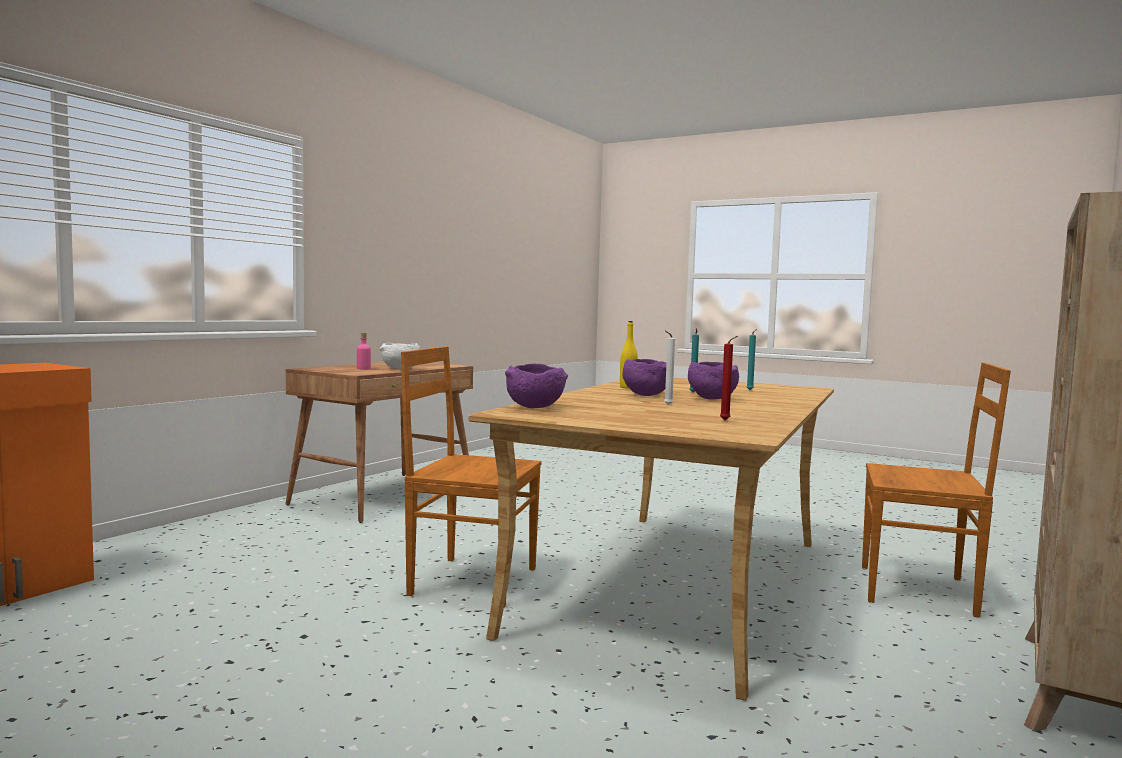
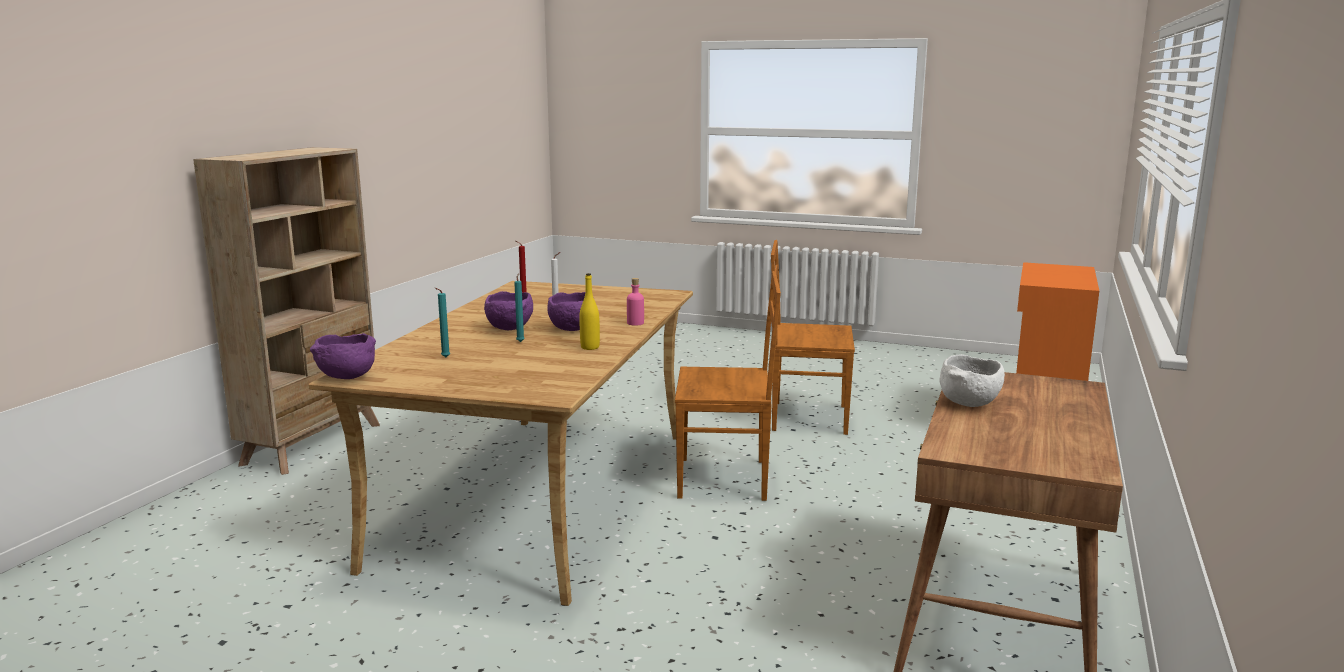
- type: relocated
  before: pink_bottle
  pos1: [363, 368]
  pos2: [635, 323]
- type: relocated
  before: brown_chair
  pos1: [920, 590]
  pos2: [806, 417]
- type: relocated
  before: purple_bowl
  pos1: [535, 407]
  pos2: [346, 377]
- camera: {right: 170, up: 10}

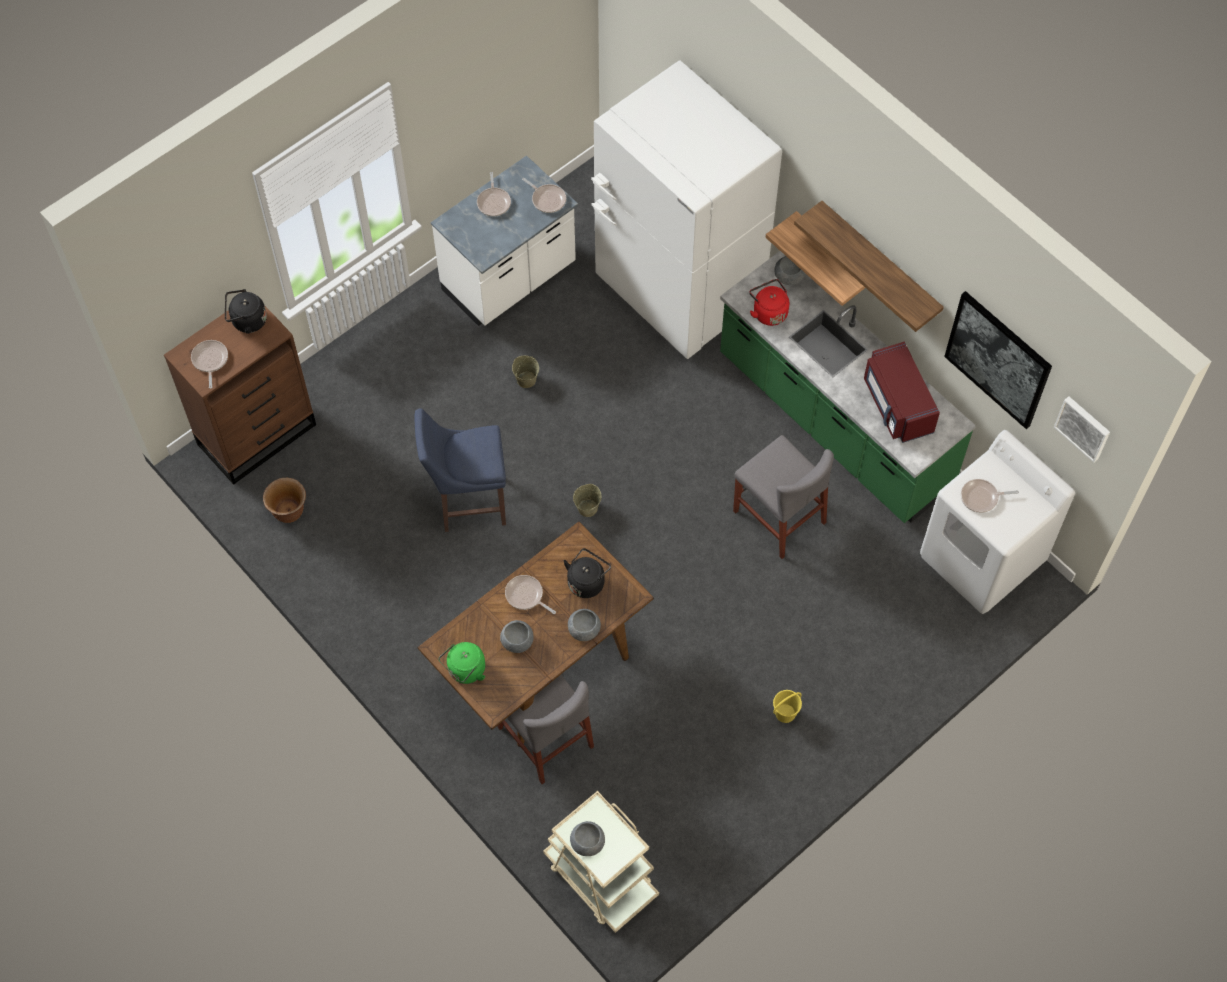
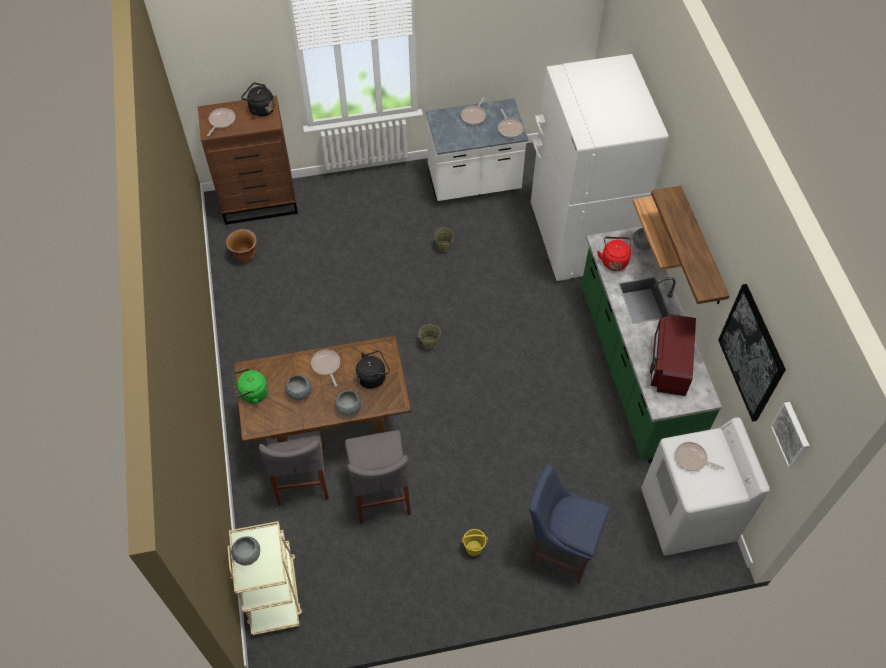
- type: relocated
  before: blue_stool
  pos1: [468, 503]
  pos2: [558, 549]
- type: relocated
  before: grey_chair
  pos1: [779, 516]
  pos2: [380, 492]
- camera: {right: 30, up: -5}

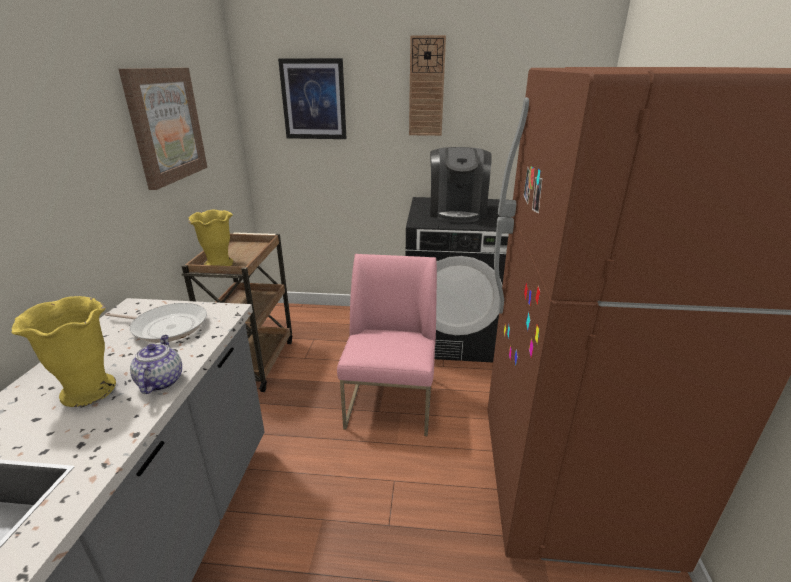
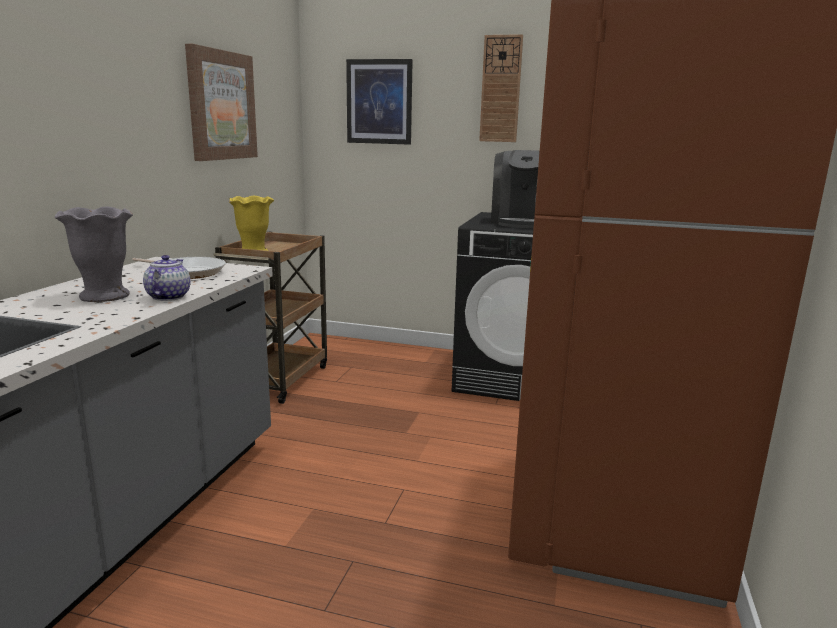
- type: missing
  before: pink_chair
  pos1: [391, 402]
- type: colour
  before: yellow_vase
  after: grey_vase
  pos1: [89, 390]
  pos2: [105, 296]
- camera: {right: 10, up: -10}

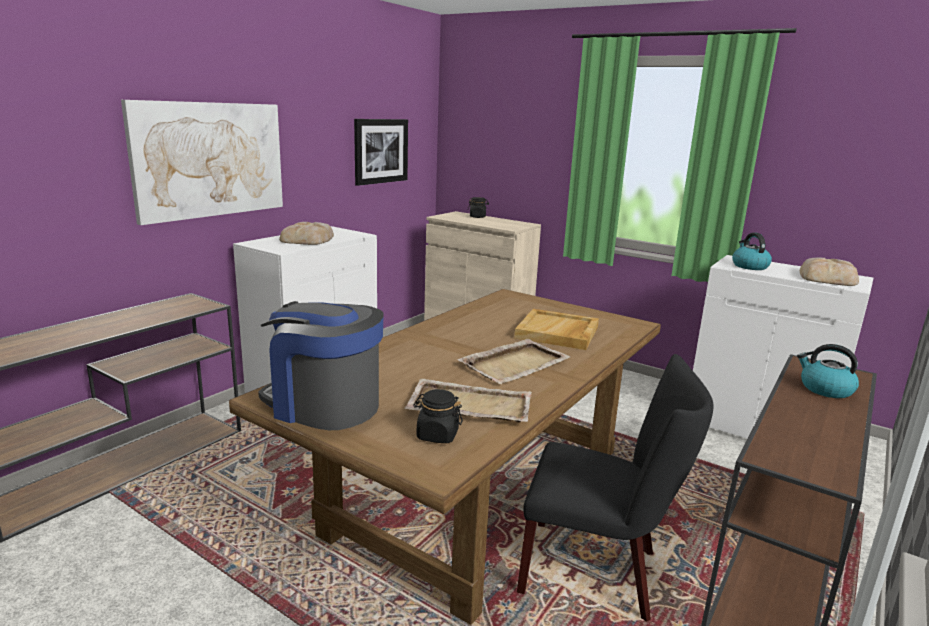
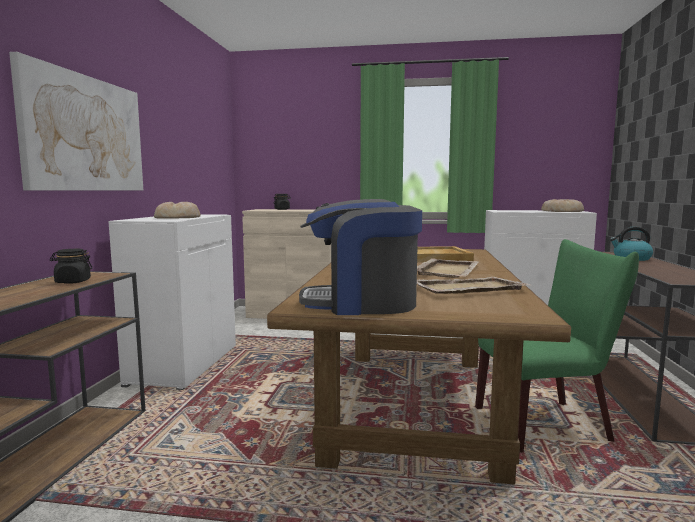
- type: missing
  before: picture
  pos1: [380, 151]
- type: missing
  before: kettle
  pos1: [749, 266]
- type: colour
  before: black_chair
  after: green_chair
  pos1: [598, 572]
  pos2: [549, 424]
- type: relocated
  before: black_jar
  pos1: [437, 435]
  pos2: [73, 282]
- camera: {right: -25, up: -10}

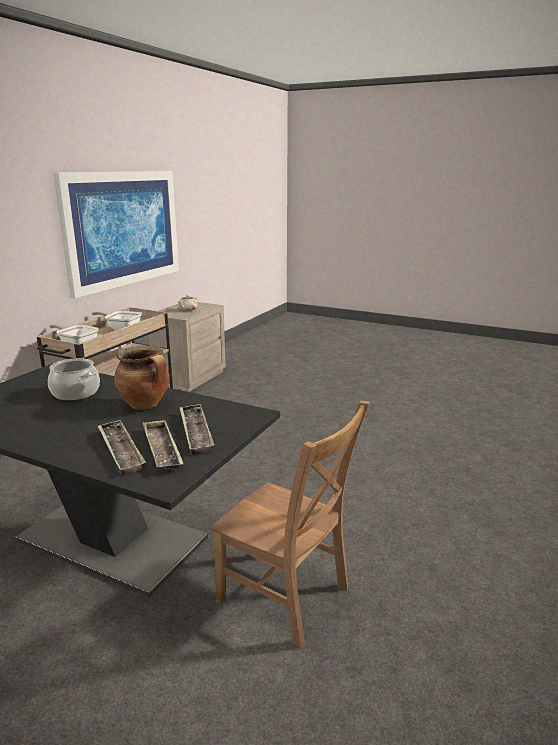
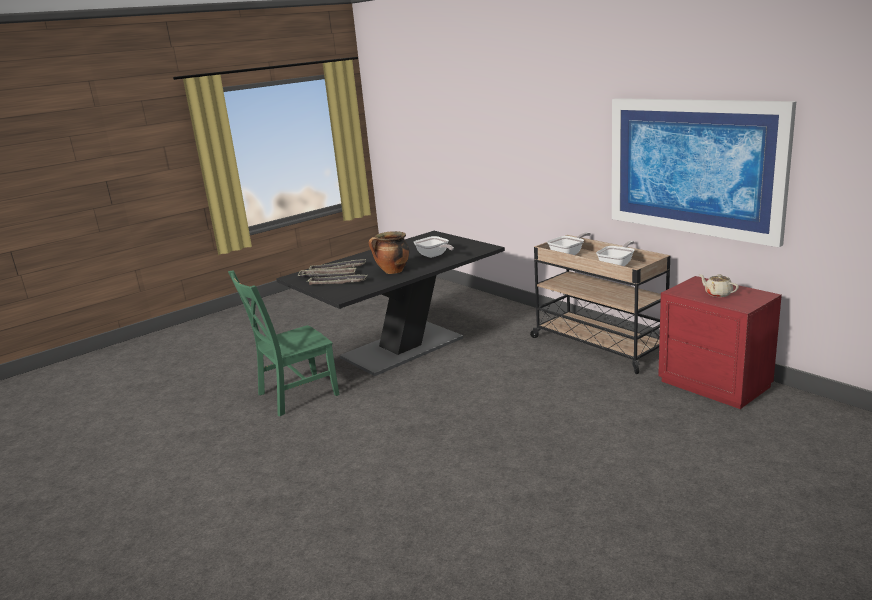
- type: colour
  before: beige_nightstand
  after: red_nightstand
  pos1: [189, 377]
  pos2: [715, 384]
- type: exchanged
  before: cooking_pot
  after: frying_pan
  pos1: [76, 392]
  pos2: [434, 256]
- type: colour
  before: brown_chair
  after: green_chair
  pos1: [287, 597]
  pos2: [294, 395]
- camera: {right: 115, up: 0}

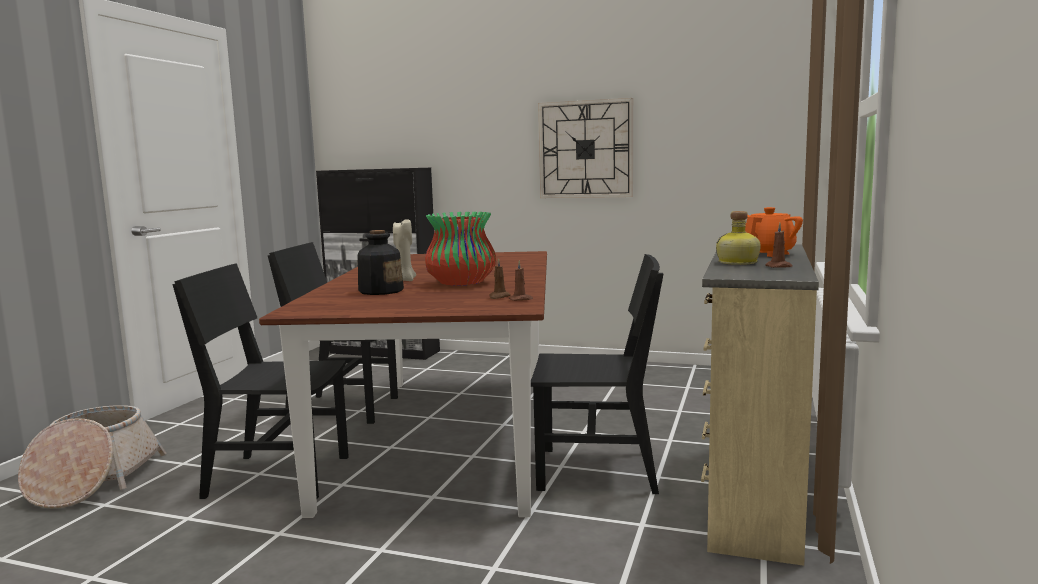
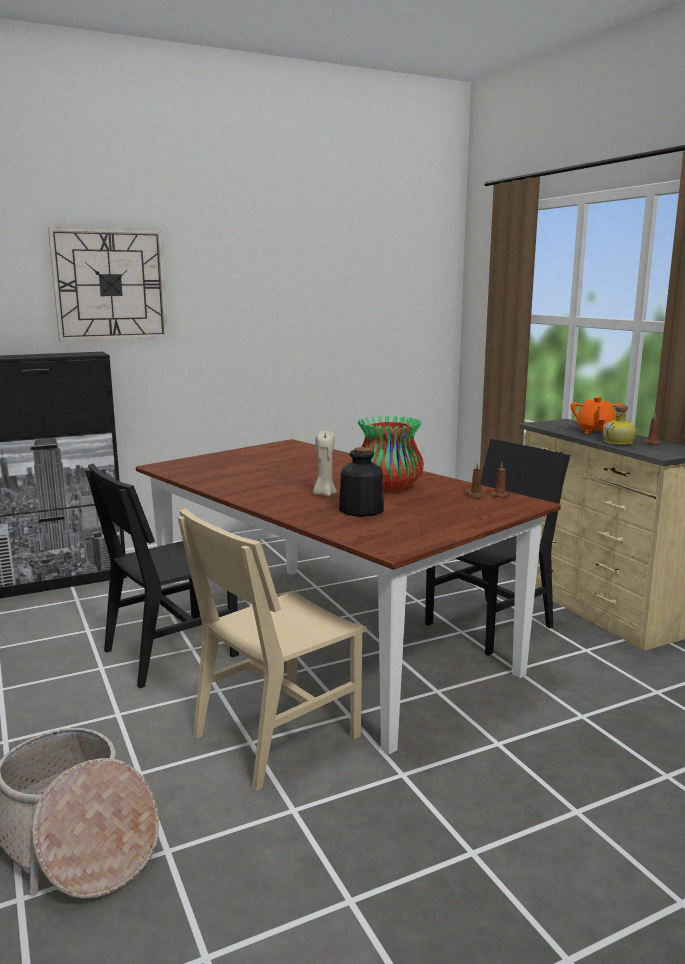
- type: relocated
  before: wall_clock
  pos1: [585, 149]
  pos2: [110, 285]
- type: colour
  before: black_chair
  after: beige_chair
  pos1: [278, 476]
  pos2: [276, 735]
- camera: {right: -45, up: 5}

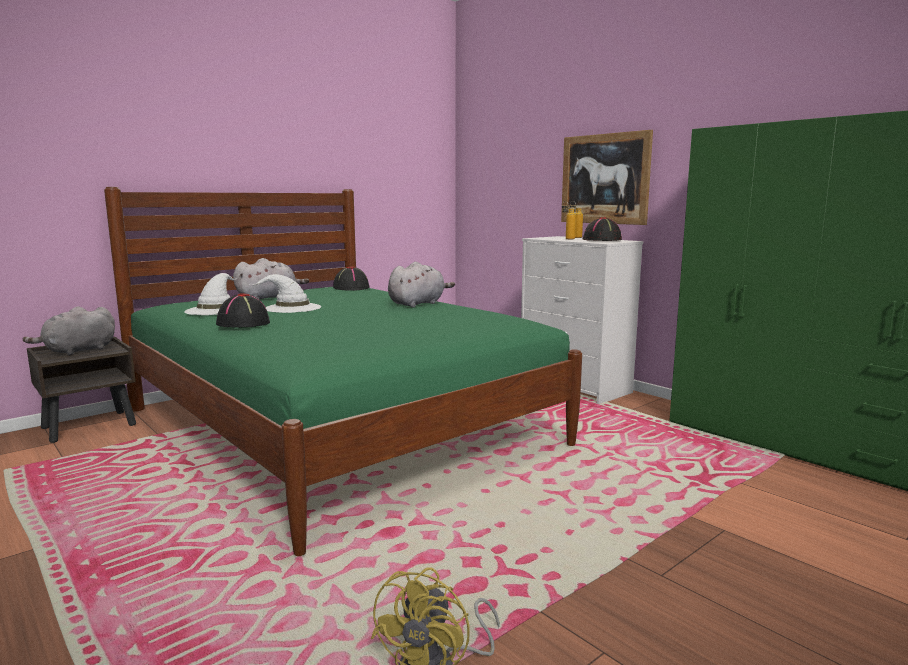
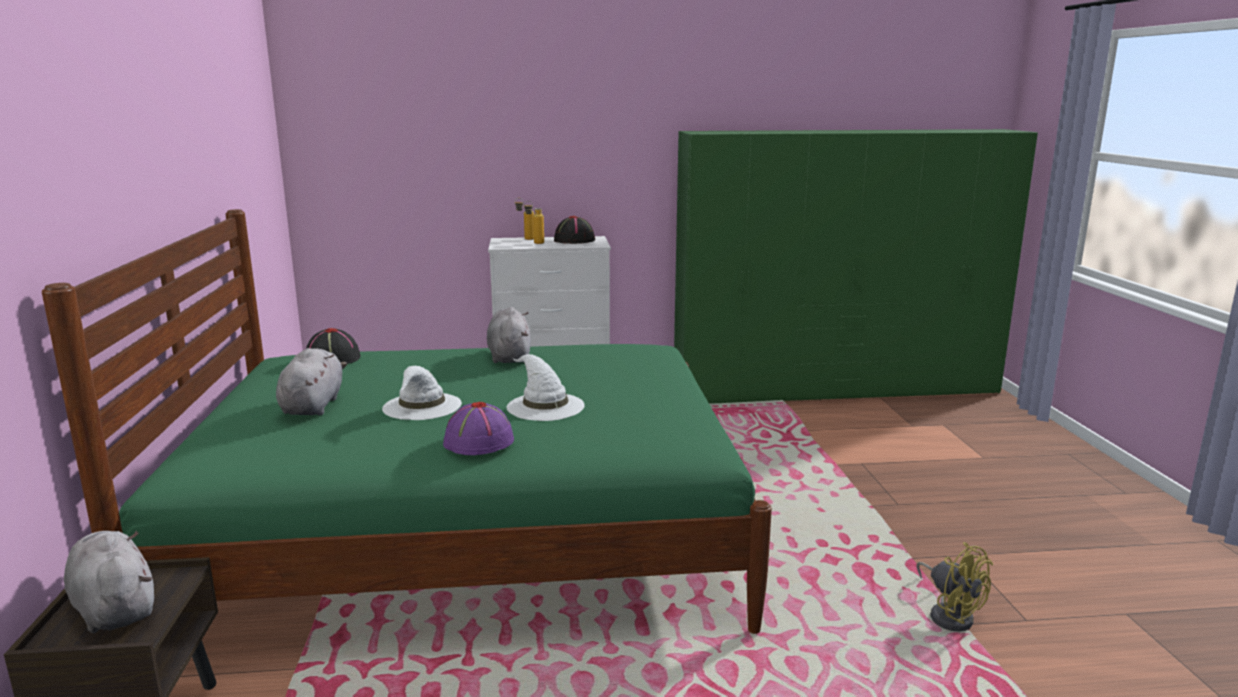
- type: missing
  before: picture
  pos1: [604, 179]
- type: relocated
  before: white_hat
  pos1: [215, 310]
  pos2: [544, 406]
- type: colour
  before: black_hat
  after: purple_hat
  pos1: [243, 323]
  pos2: [478, 442]
- type: spun
  before: grey_plush_toy
  pos1: [77, 351]
  pos2: [114, 608]
  turn: 150
- camera: {right: -55, up: 5}

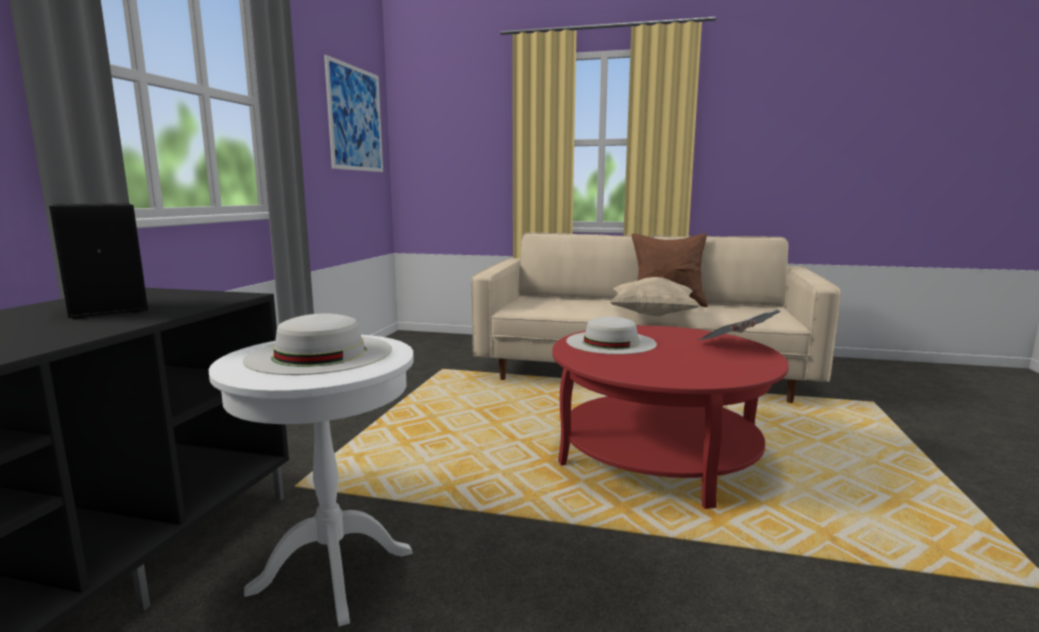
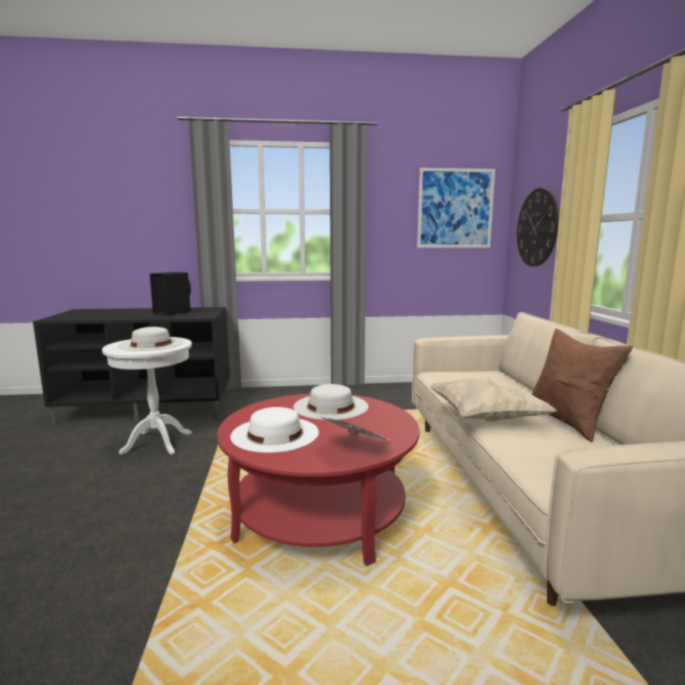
- type: appeared
  after: wall_clock
  pos2: [537, 228]
- type: appeared
  after: white_hat
  pos2: [275, 434]
- camera: {right: 70, up: 0}

